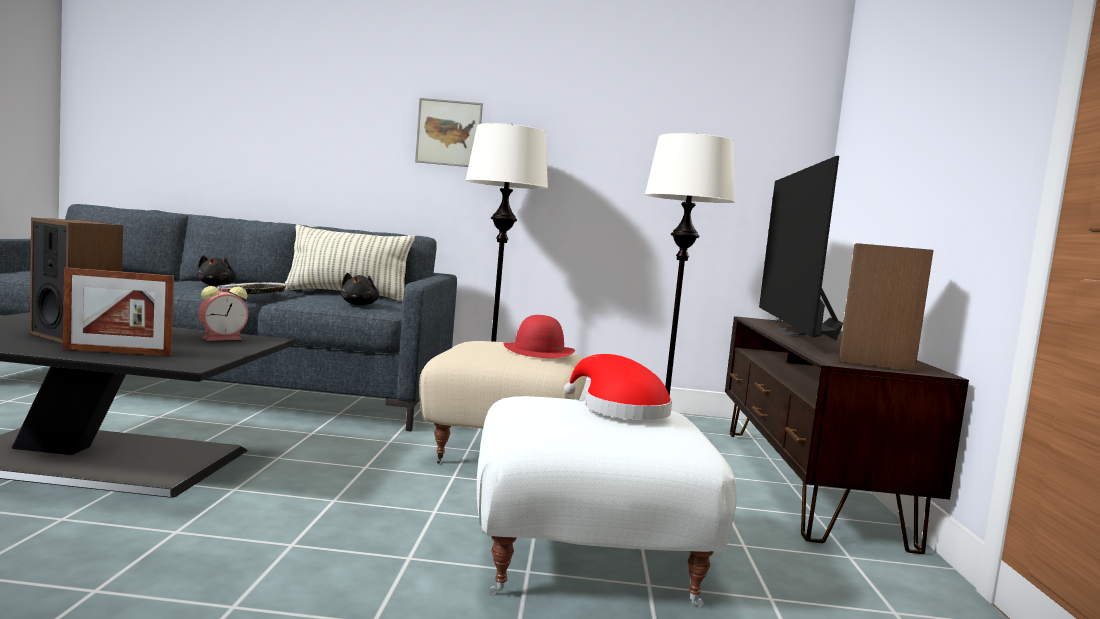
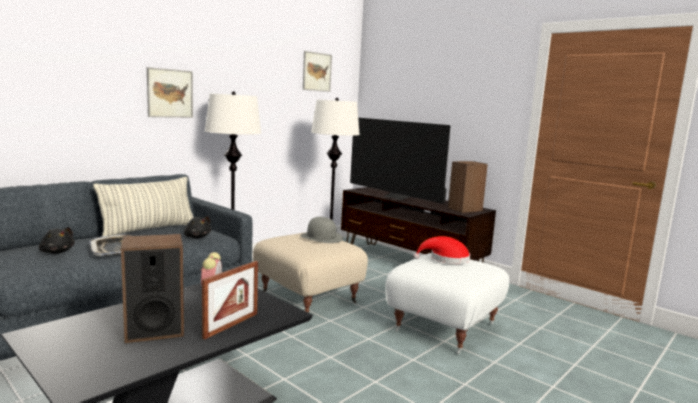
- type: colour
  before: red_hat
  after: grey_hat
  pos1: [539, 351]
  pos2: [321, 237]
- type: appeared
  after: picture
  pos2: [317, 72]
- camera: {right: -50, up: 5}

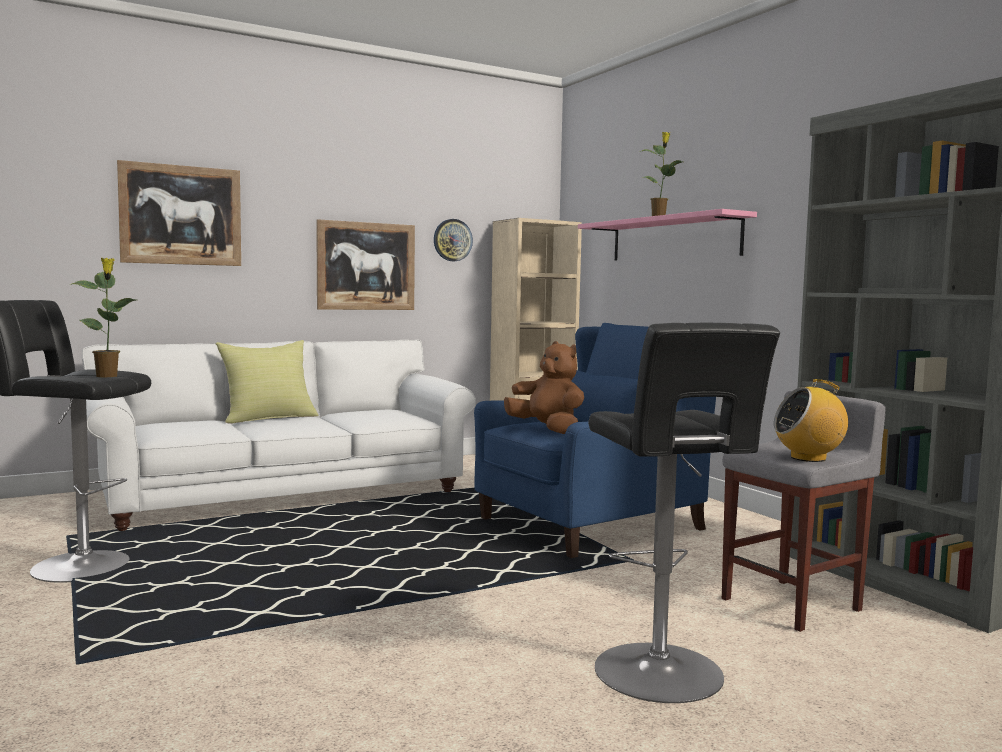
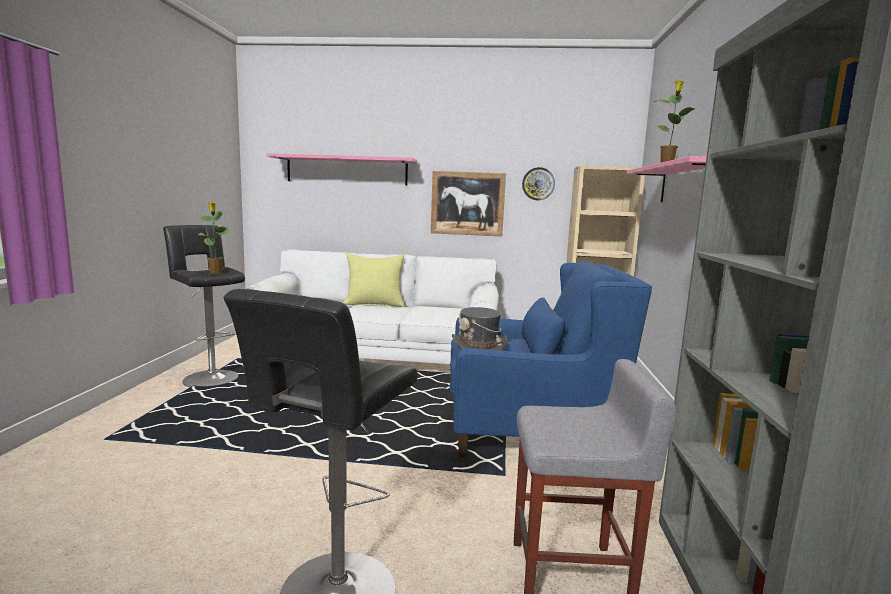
- type: exchanged
  before: picture
  after: pink_shelf
  pos1: [181, 215]
  pos2: [347, 170]
- type: exchanged
  before: brown_plush_toy
  after: grey_hat
  pos1: [547, 430]
  pos2: [479, 348]
- type: missing
  before: radio
  pos1: [808, 458]
- camera: {right: 35, up: 5}

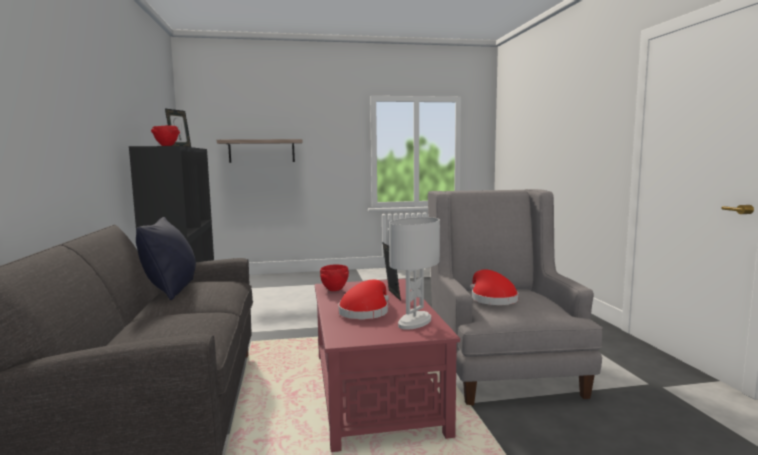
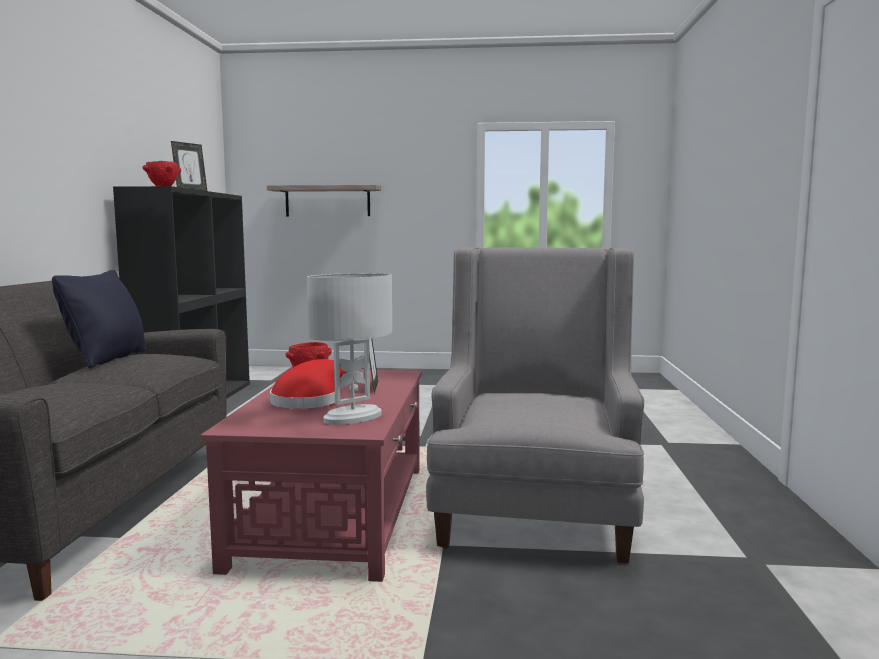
- type: missing
  before: red_hat
  pos1: [491, 299]
- camera: {right: 15, up: 0}

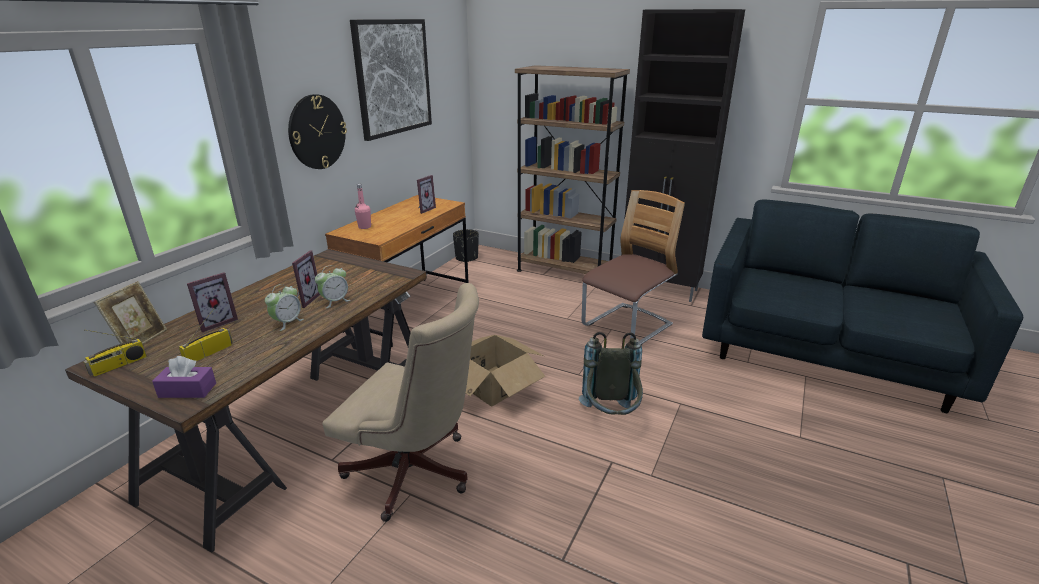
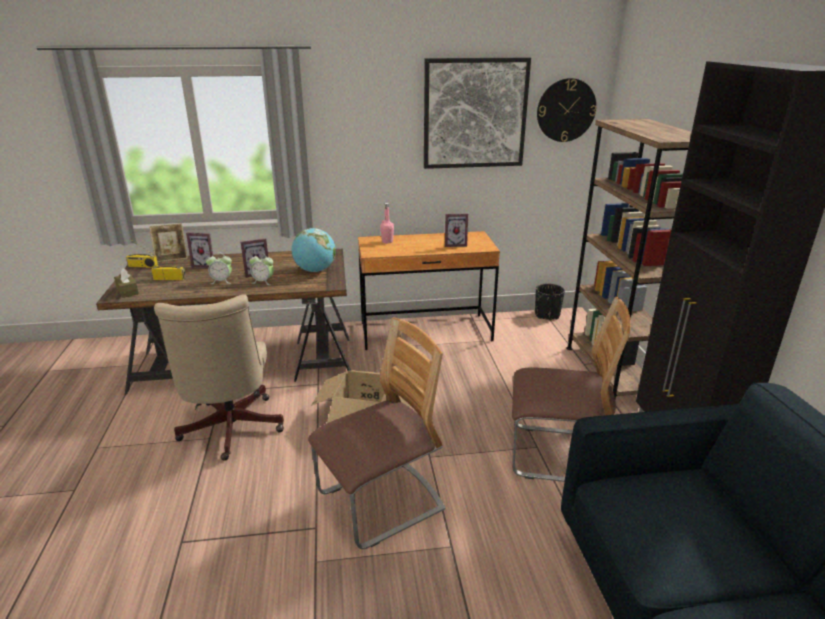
- type: relocated
  before: wall_clock
  pos1: [317, 132]
  pos2: [566, 110]
- type: exchanged
  before: grey_backpack
  after: chair
  pos1: [610, 417]
  pos2: [380, 503]
- type: colour
  before: purple_tissue_box
  after: brown_tissue_box
  pos1: [187, 390]
  pos2: [127, 291]
- type: appeared
  after: globe
  pos2: [315, 271]
- camera: {right: 55, up: 0}

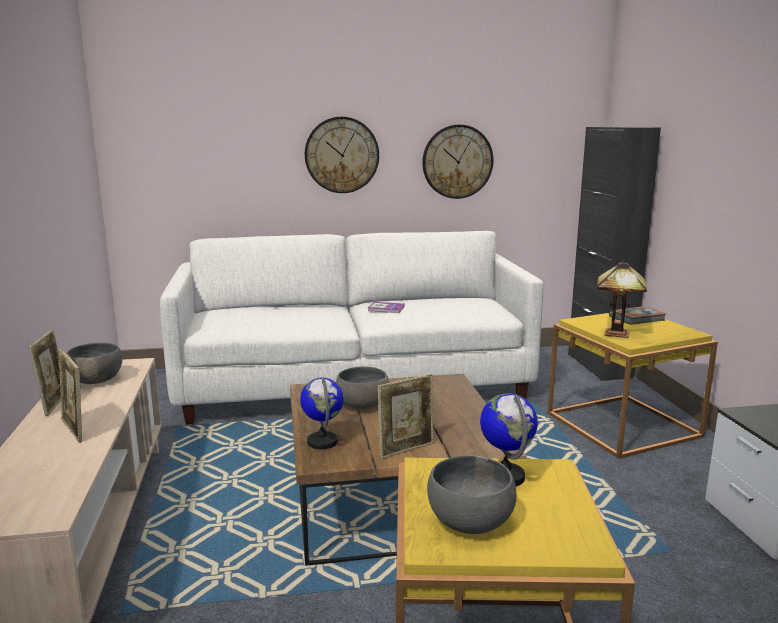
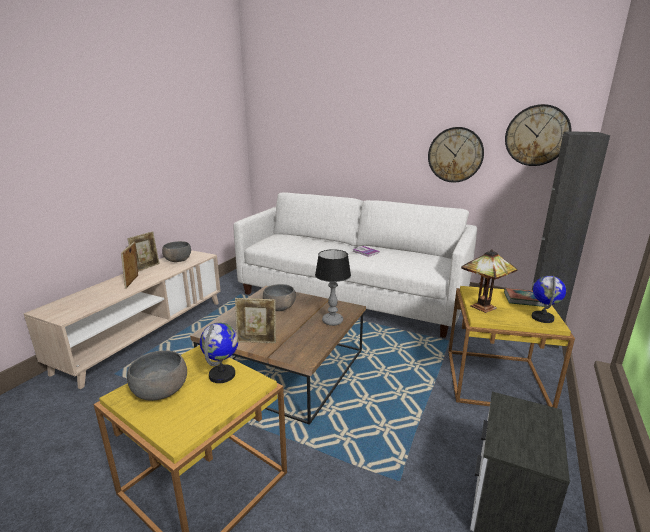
- type: relocated
  before: wall_clock
  pos1: [341, 155]
  pos2: [537, 135]
- type: relocated
  before: globe
  pos1: [322, 442]
  pos2: [542, 318]
- type: appeared
  after: table_lamp
  pos2: [332, 321]
- camera: {right: 35, up: 5}

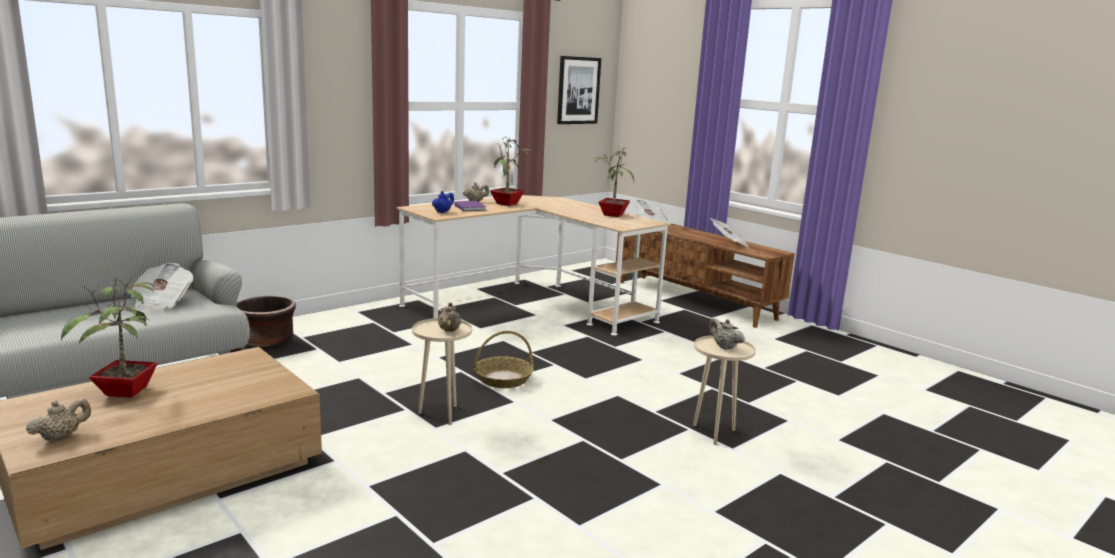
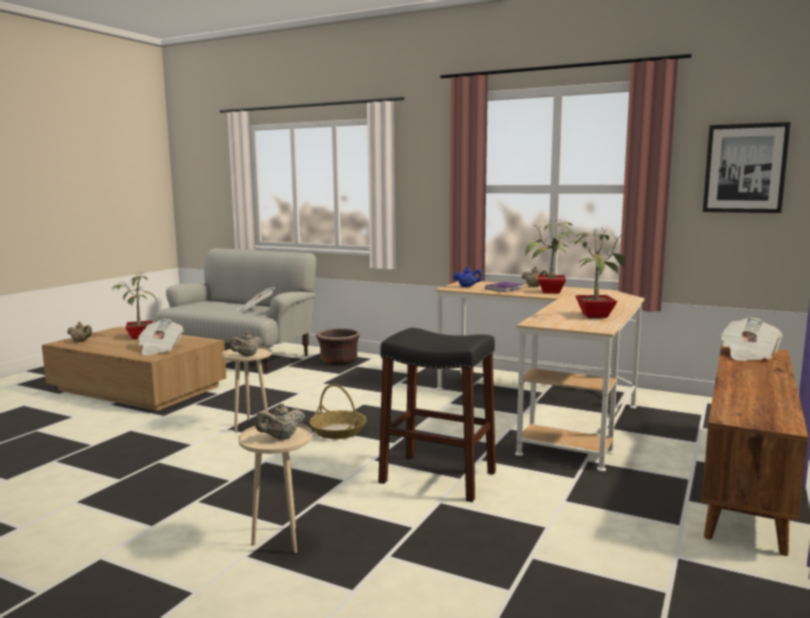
- type: relocated
  before: newspaper
  pos1: [729, 244]
  pos2: [160, 349]
- type: spun
  before: beige_teapot
  pos1: [724, 347]
  pos2: [281, 437]
  turn: -150
- type: appeared
  after: black_stool
  pos2: [437, 477]
- camera: {right: 70, up: -5}

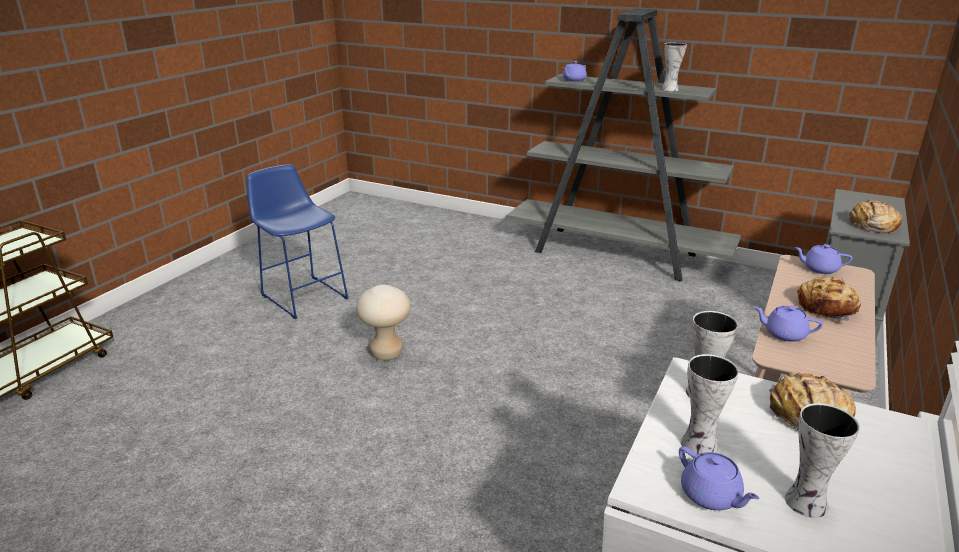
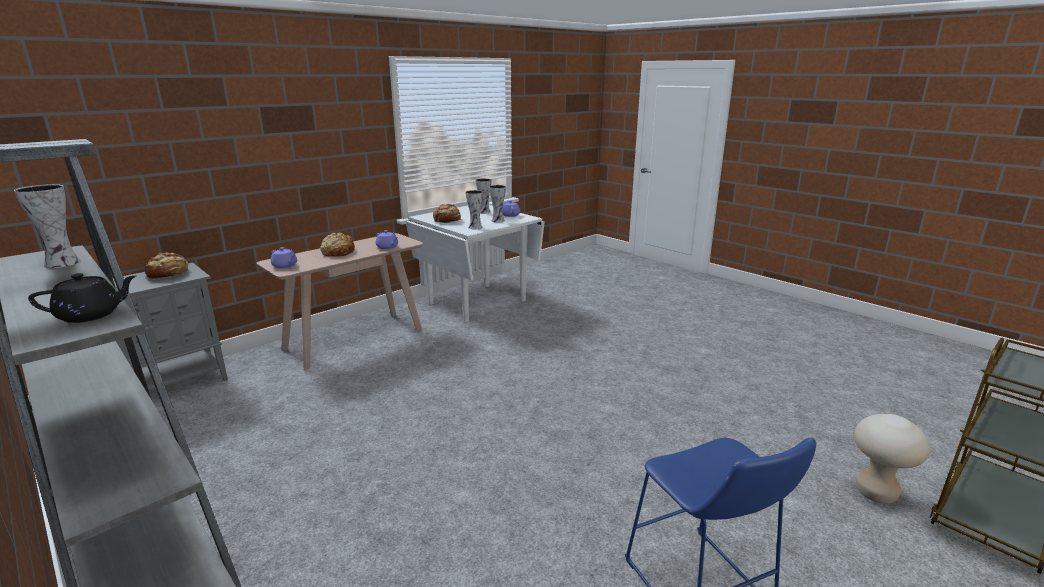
- type: colour
  before: purple_teapot
  after: black_teapot
  pos1: [573, 80]
  pos2: [91, 315]
- type: relocated
  before: beige_stool
  pos1: [386, 353]
  pos2: [875, 493]
- camera: {right: -160, up: -5}

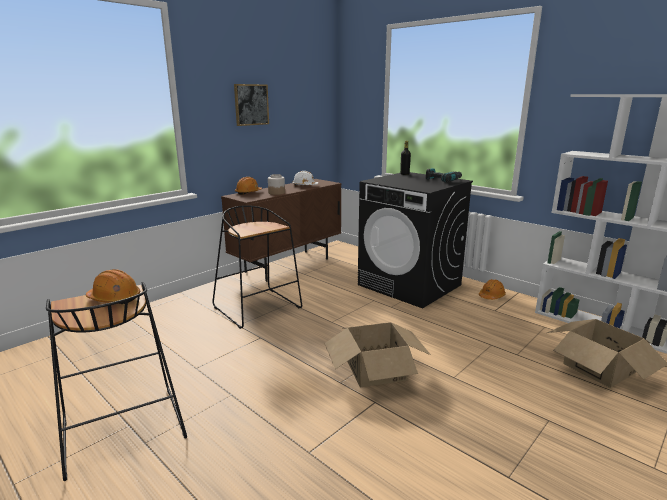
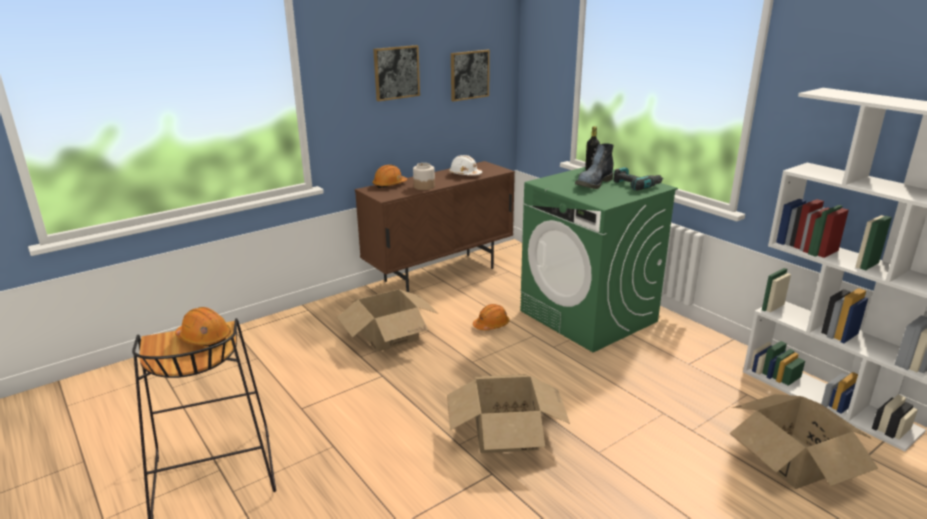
- type: colour
  before: black_washing_machine
  after: green_washing_machine
  pos1: [410, 285]
  pos2: [588, 316]
- type: exchanged
  before: black_stool
  after: cardboard_box
  pos1: [259, 308]
  pos2: [389, 335]
- type: relocated
  before: orange_hard_hat
  pos1: [491, 296]
  pos2: [491, 325]
- type: appeared
  after: picture
  pos2: [469, 75]
- type: appeared
  after: boot
  pos2: [593, 184]
- camera: {right: 10, up: 5}

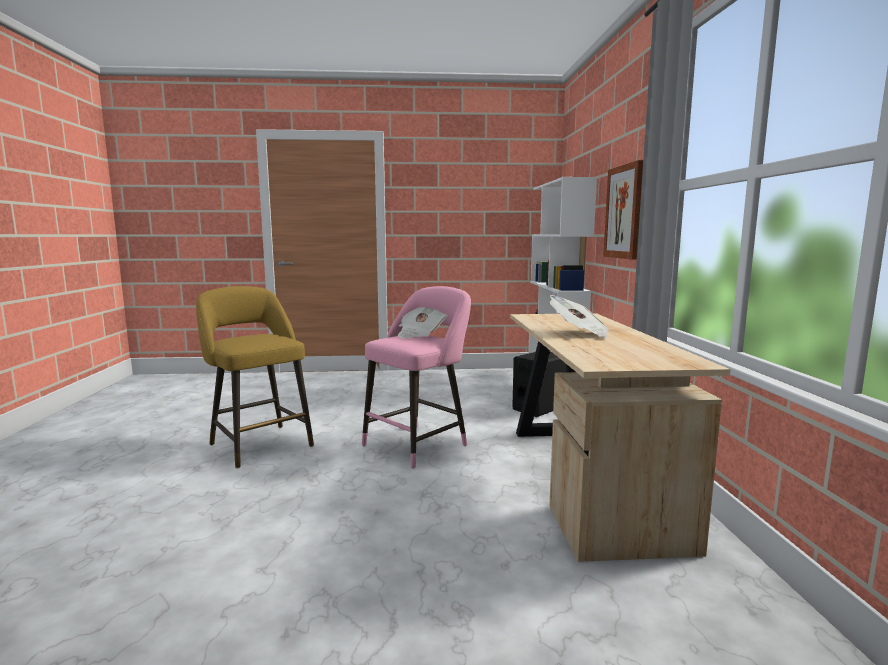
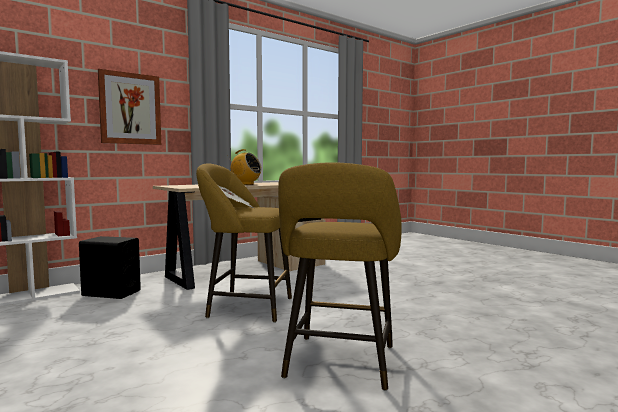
- type: colour
  before: pink_stool
  after: yellow_stool
  pos1: [419, 444]
  pos2: [245, 307]
- type: exchanged
  before: newspaper
  after: radio
  pos1: [579, 333]
  pos2: [246, 184]
- camera: {right: -125, up: -5}

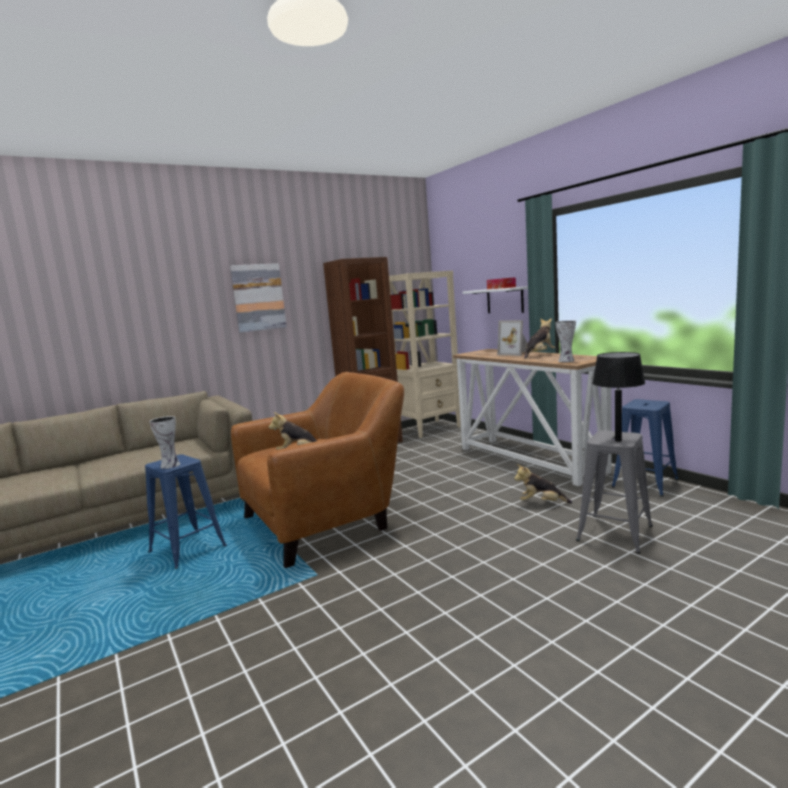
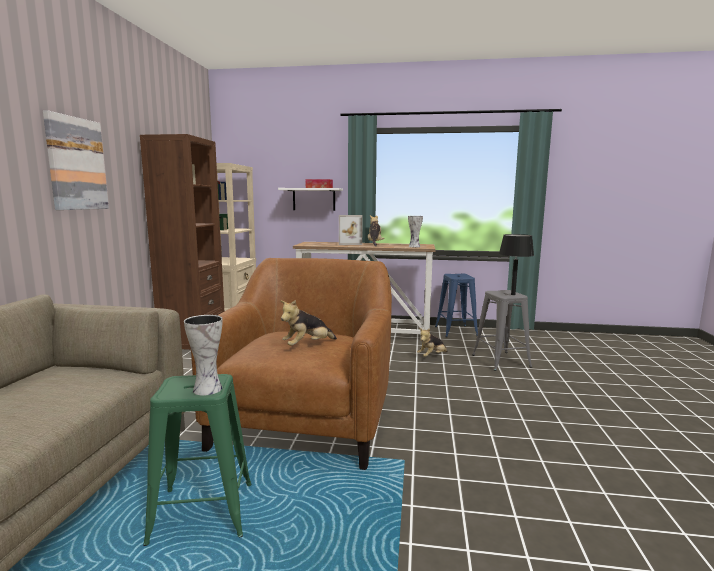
- type: colour
  before: blue_stool
  after: green_stool
  pos1: [187, 549]
  pos2: [202, 513]
- camera: {right: -50, up: 0}

